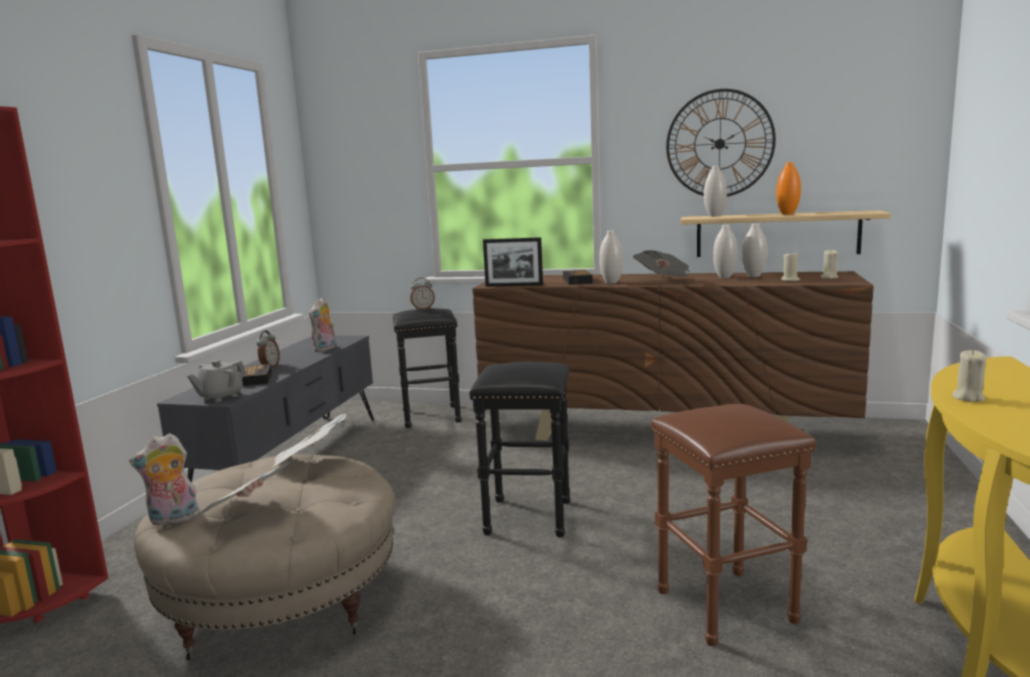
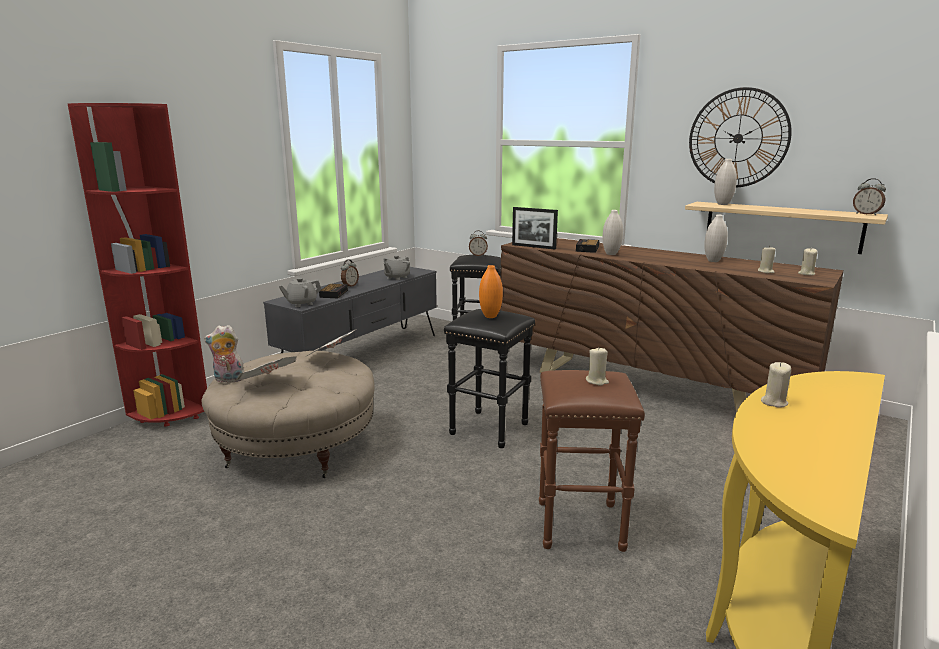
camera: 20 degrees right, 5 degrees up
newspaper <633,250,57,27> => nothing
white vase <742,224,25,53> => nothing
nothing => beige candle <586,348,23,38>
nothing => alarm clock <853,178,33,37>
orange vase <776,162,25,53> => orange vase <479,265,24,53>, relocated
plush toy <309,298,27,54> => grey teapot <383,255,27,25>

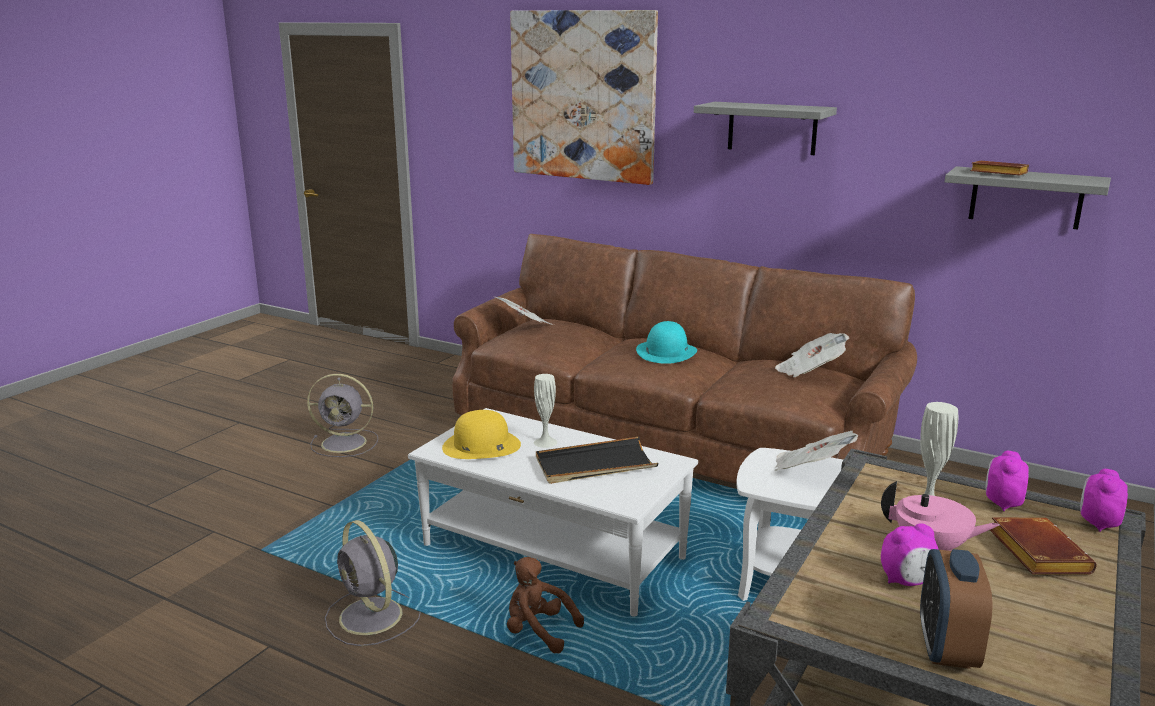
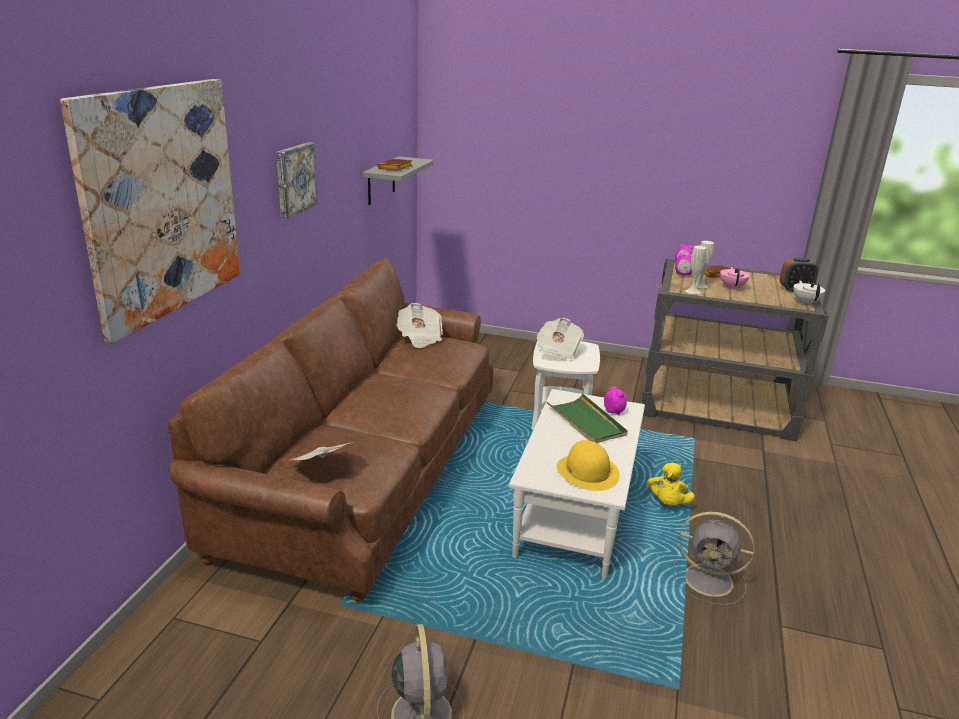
camera: 105 degrees left, 5 degrees up
turquoise hat <636,321,61,43> => nothing
nothing => white teapot <793,280,32,25>
white vase <534,374,23,74> => white vase <685,246,22,48>, relocated
alarm clock <881,523,57,63> => alarm clock <604,387,23,28>, relocated
grey shelf <694,102,143,53> => picture <276,142,41,76>
brown plush toy <507,557,77,96> => yellow plush toy <647,462,48,43>
black tray <536,437,122,47> => green tray <547,393,81,50>
grey fan <325,520,96,126> => grey fan <673,512,82,93>, 75 degrees clockwise

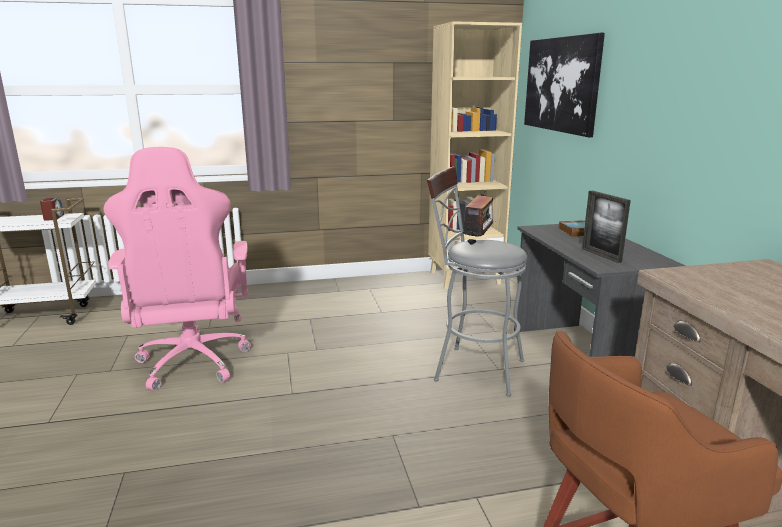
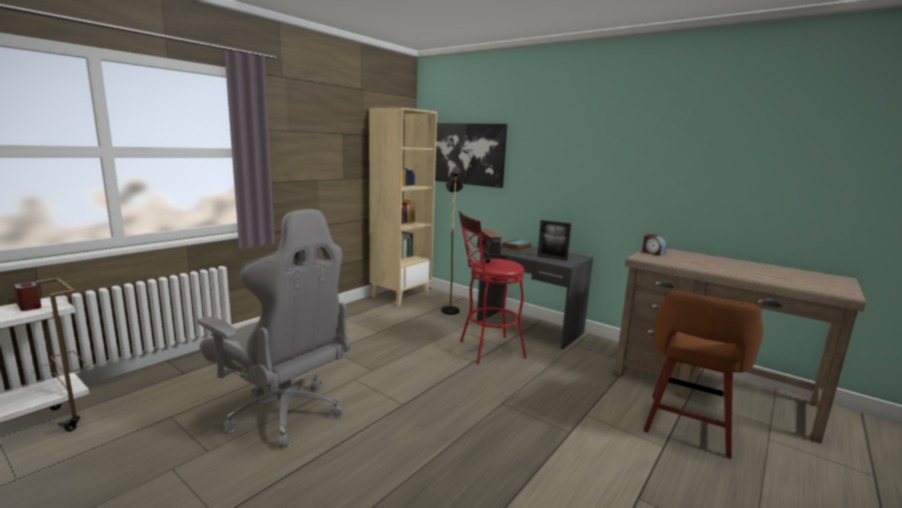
camera: 40 degrees left, 5 degrees down
nothing => black floor lamp <441,167,23,148>
nothing => alarm clock <642,234,25,22>
pink office chair <103,147,148,244> => grey office chair <197,209,154,239>
grey stool <427,167,100,229> => red stool <459,211,68,153>

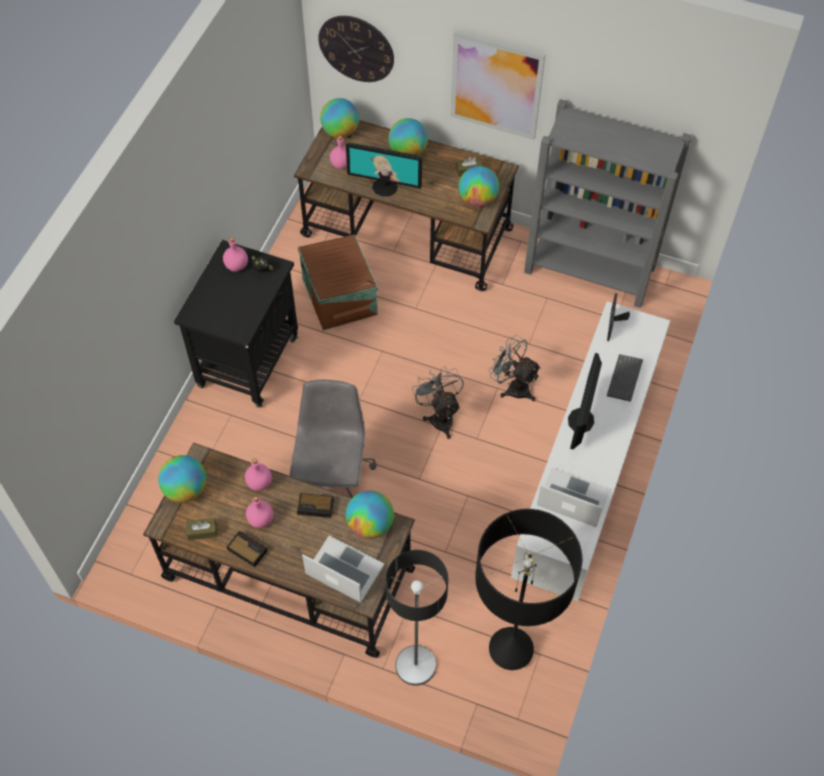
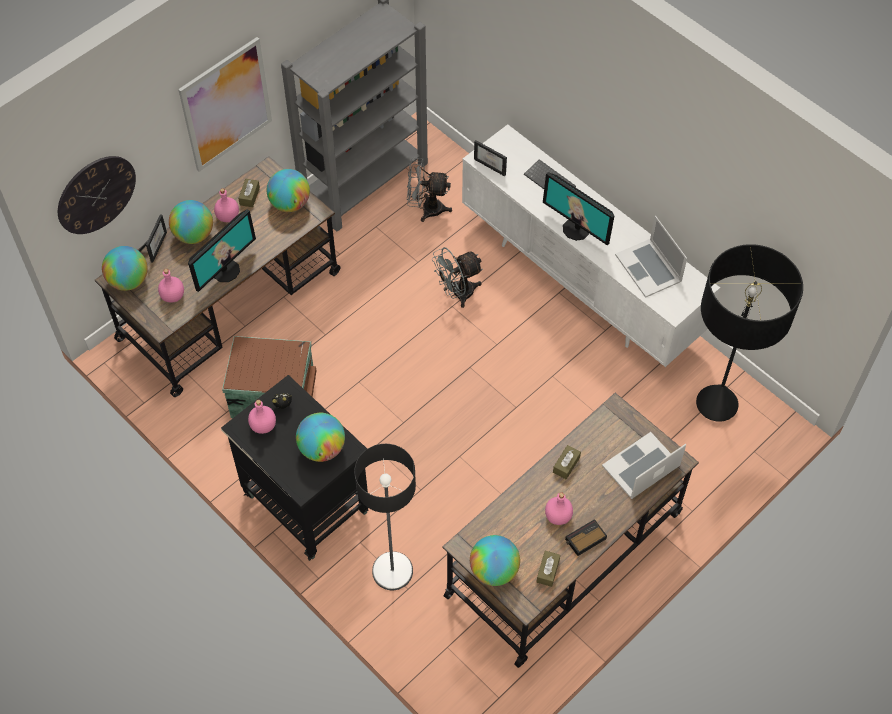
camera: 65 degrees left, 0 degrees up
grey office chair <289,380,88,118> => nothing
nothing => picture frame <138,214,29,49>
pink bottle <245,459,27,32> => pink bottle <214,188,25,34>, relocated
globe <346,490,48,49> => globe <296,413,49,49>, relocated
floor lamp <386,550,62,136> => floor lamp <354,444,62,146>, relocated
grey fan <412,366,52,73> => grey fan <407,158,45,64>, relocated
alarm clock <297,493,37,25> => brown tissue box <553,445,28,34>
laptop <537,468,74,59> => laptop <615,216,72,82>, 75 degrees counterclockwise

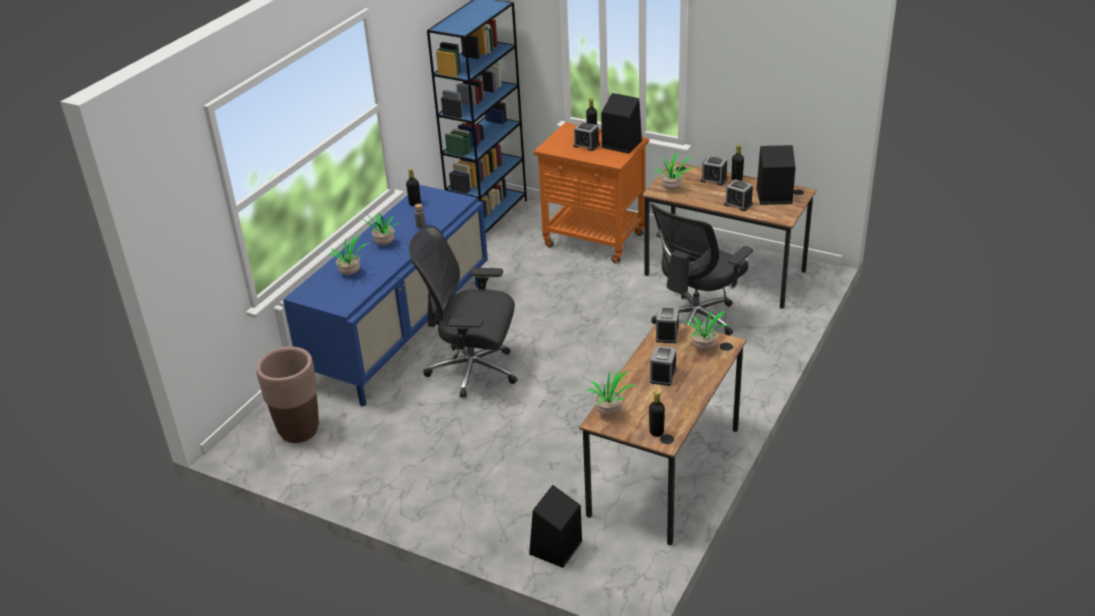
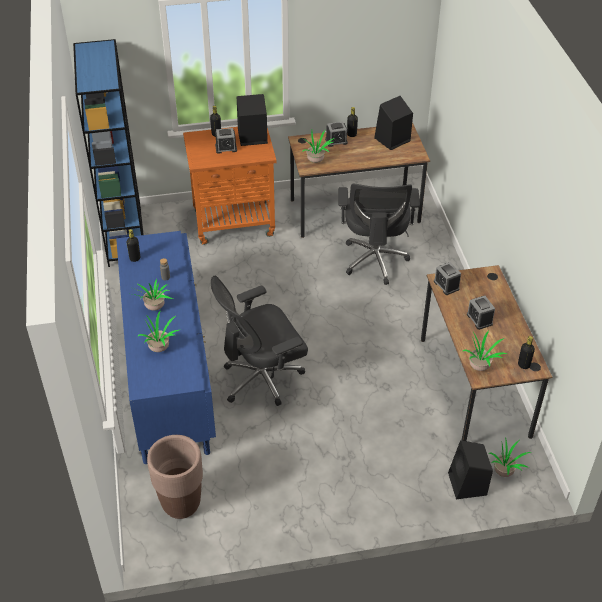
camera: 40 degrees left, 10 degrees up
alarm clock <724,179,29,32> => nothing
potted plant <684,310,45,41> => potted plant <489,437,42,40>, relocated

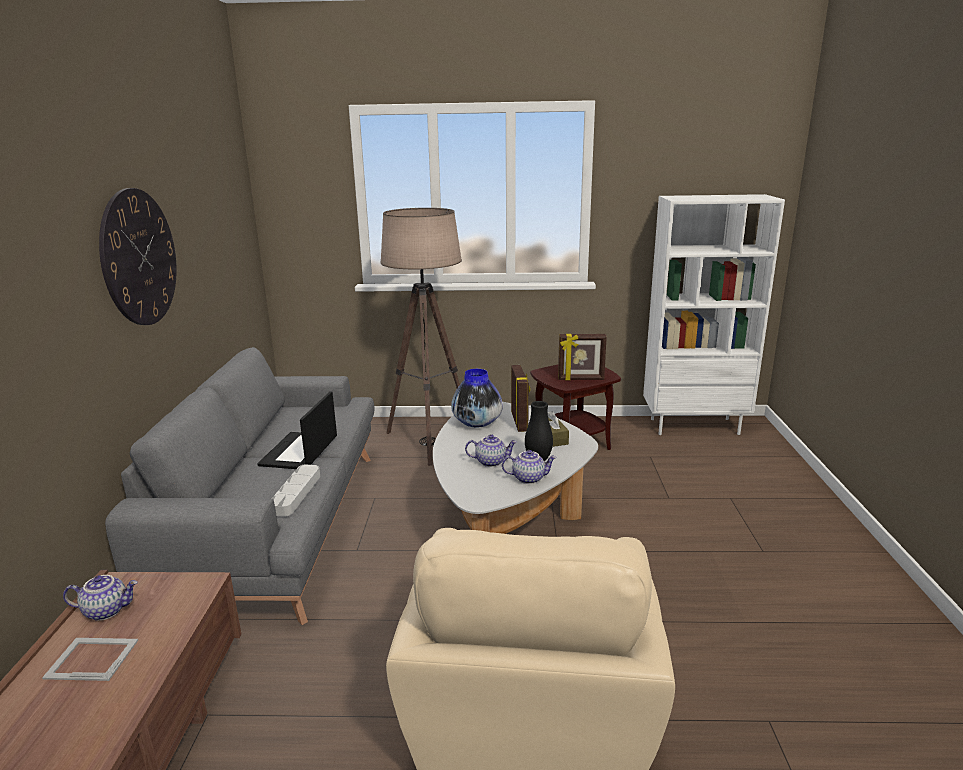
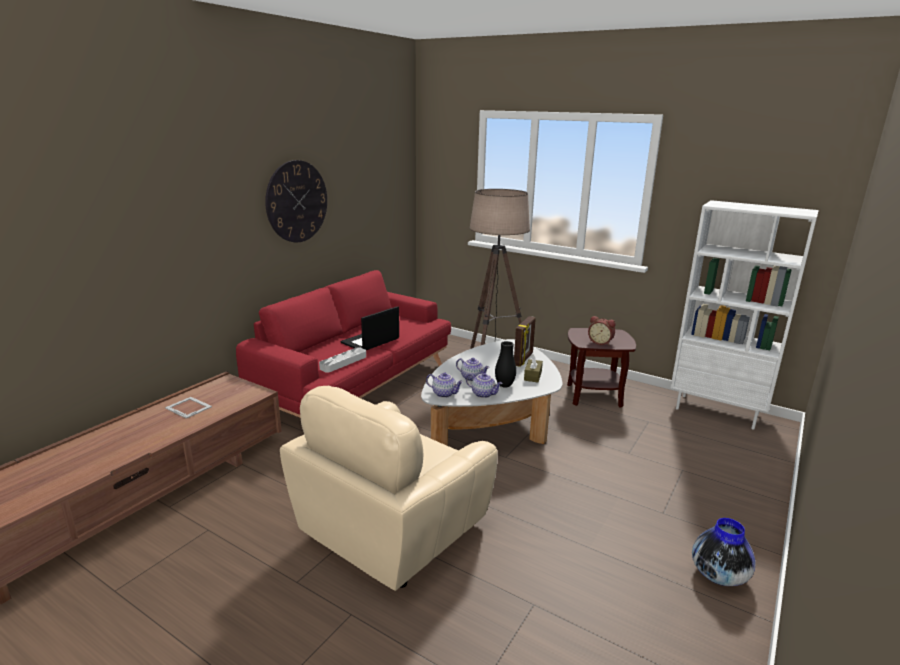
camera: 30 degrees right, 0 degrees up
teapot <63,575,75,46> => teapot <426,372,37,26>, relocated
vase <451,369,52,59> => vase <692,518,64,68>, relocated
picture frame <558,334,49,46> => alarm clock <588,316,28,29>
grey sofa <105,347,270,278> => red sofa <236,270,215,148>

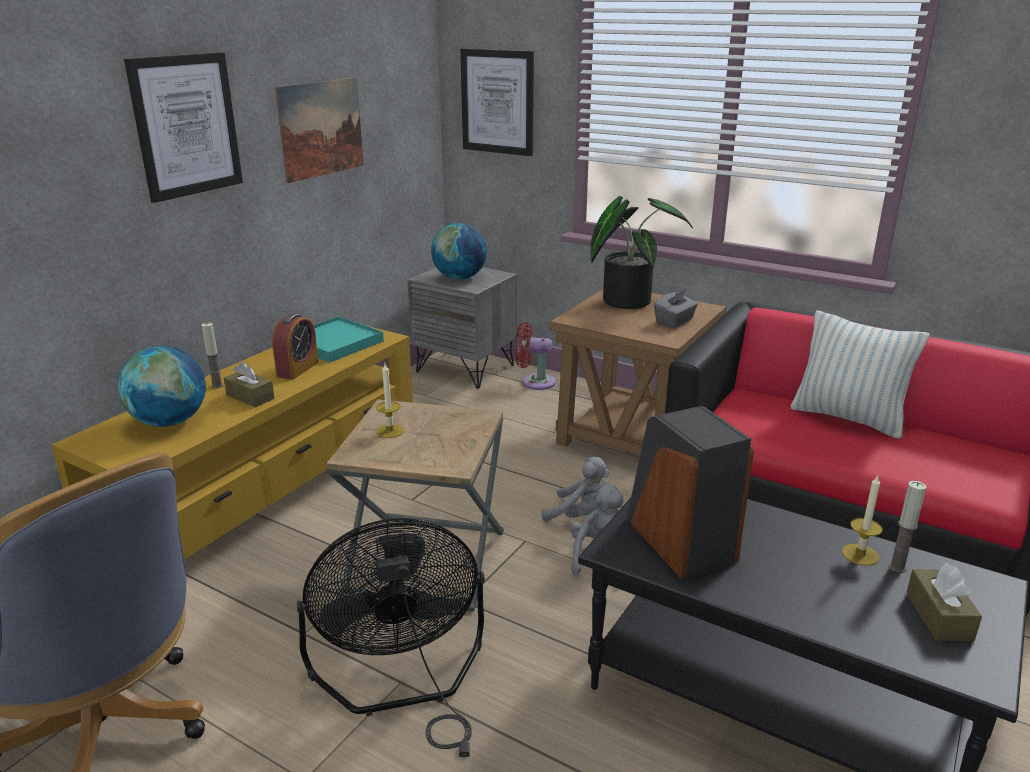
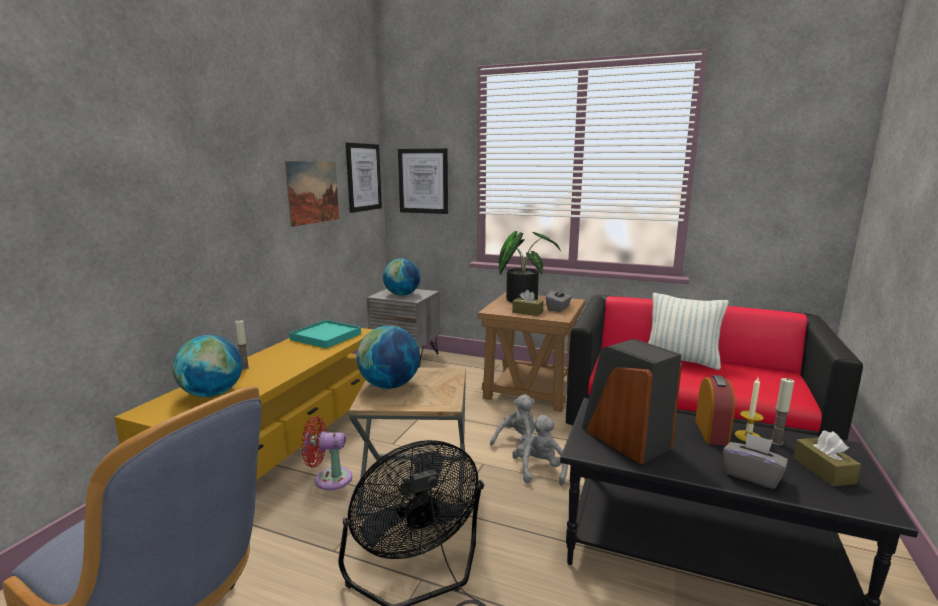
camera: 10 degrees left, 10 degrees down
nothing => grey tissue box <723,433,65,56>
picture <124,52,119,151> => picture <346,143,36,70>, relocated
brown tissue box <224,362,51,45> => brown tissue box <512,290,32,26>, relocated
alarm clock <272,313,47,67> => alarm clock <695,375,40,71>, relocated
red fan <515,322,41,68> => red fan <302,416,50,74>, relocated
candle <376,364,28,74> => globe <357,326,63,63>
grey plush toy <542,457,67,65> => grey plush toy <490,394,45,65>, 60 degrees counterclockwise

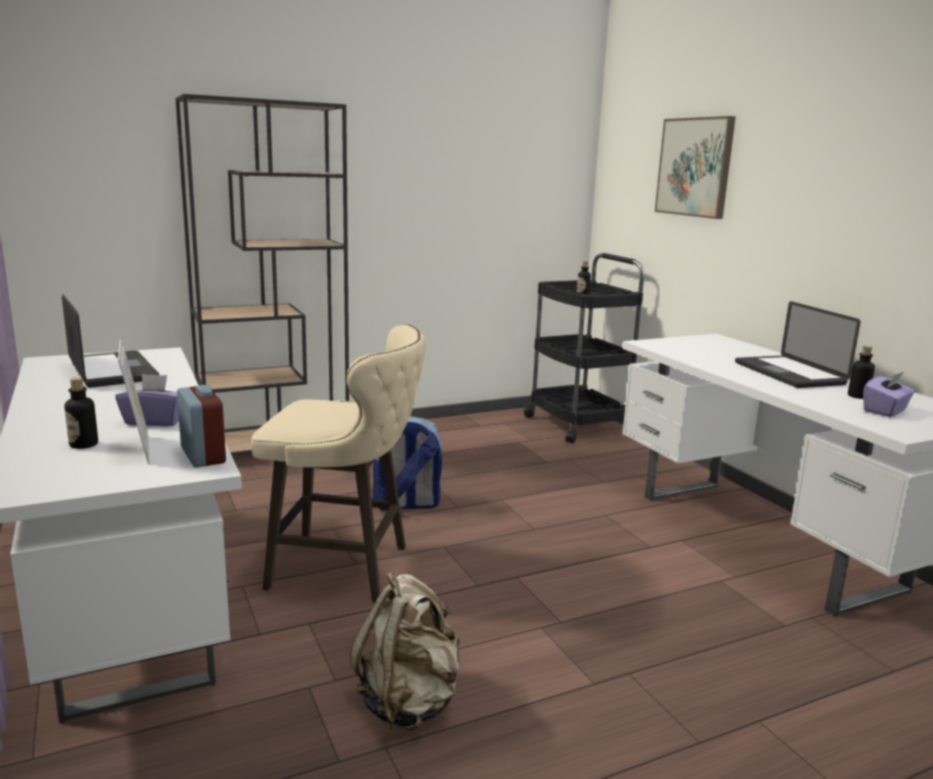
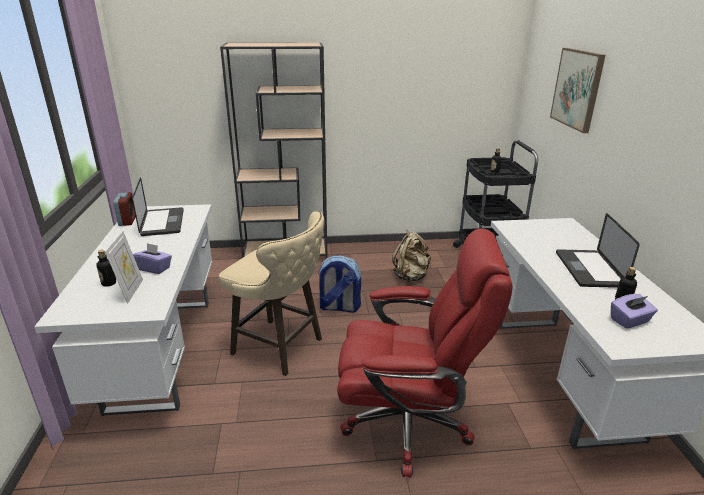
camera: 20 degrees right, 10 degrees up
nothing => red office chair <337,229,175,249>
alarm clock <177,384,49,84> => alarm clock <113,192,22,34>, relocated
beige backpack <350,572,110,159> => beige backpack <392,229,39,53>, relocated

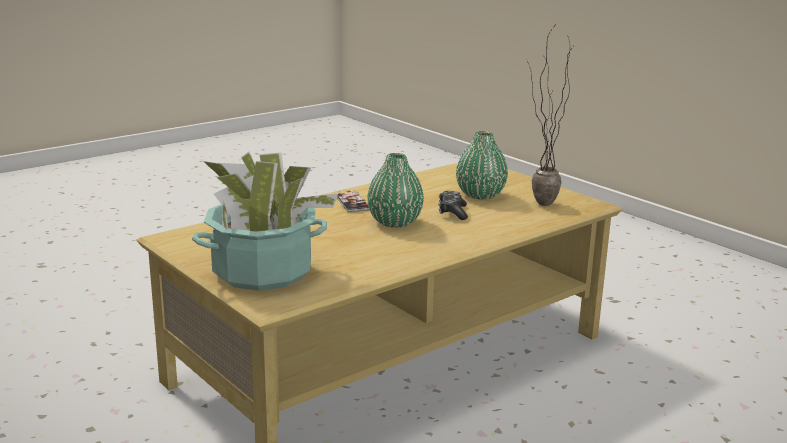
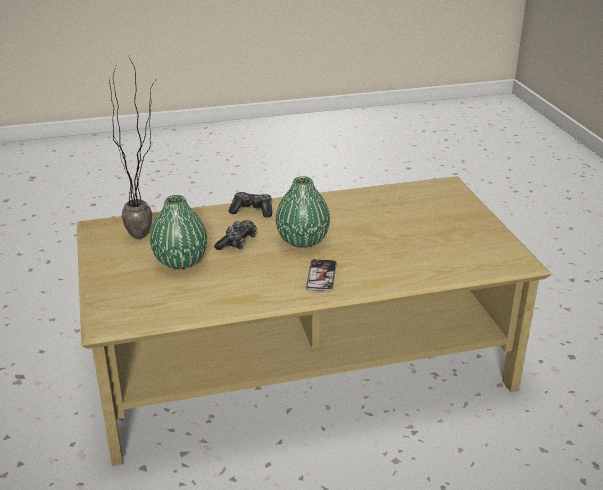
camera: 155 degrees left, 10 degrees up
potted plant <192,152,146,139> => nothing
nothing => game controller <229,192,43,26>

